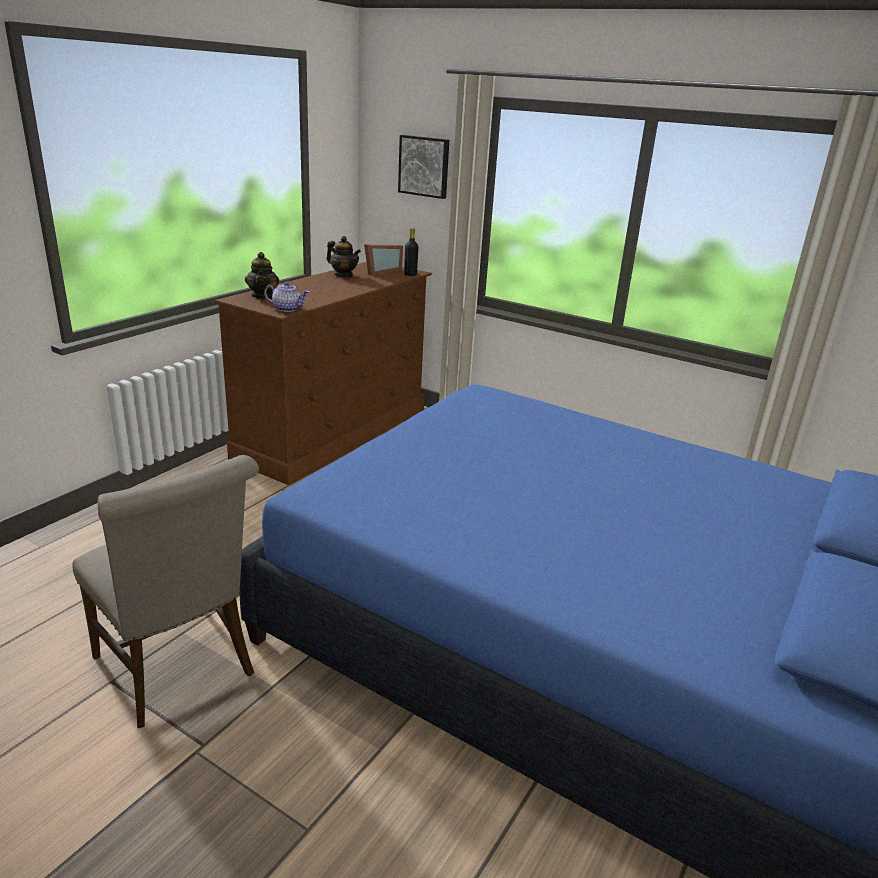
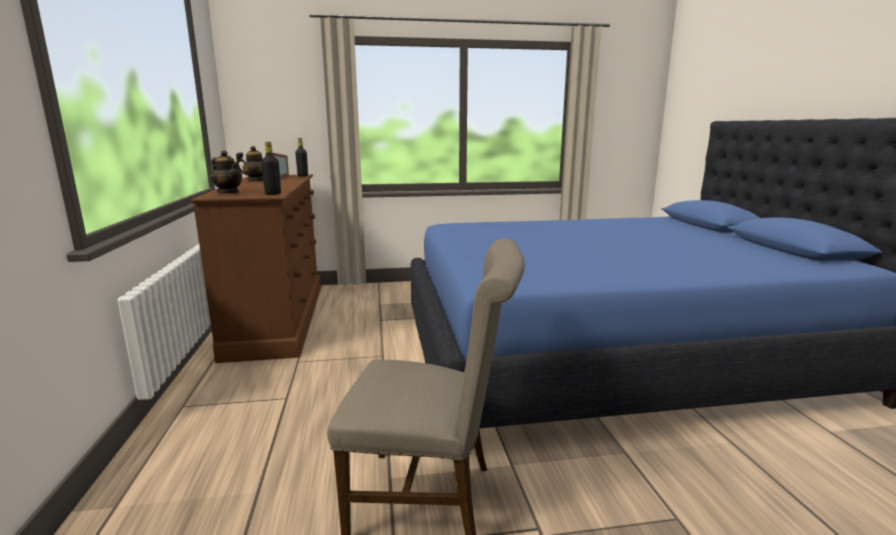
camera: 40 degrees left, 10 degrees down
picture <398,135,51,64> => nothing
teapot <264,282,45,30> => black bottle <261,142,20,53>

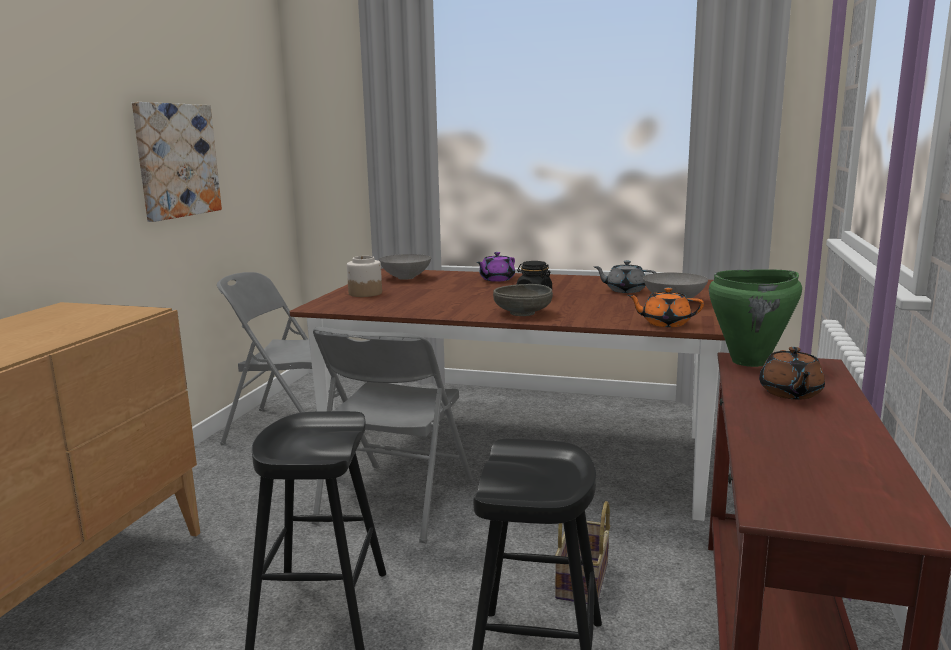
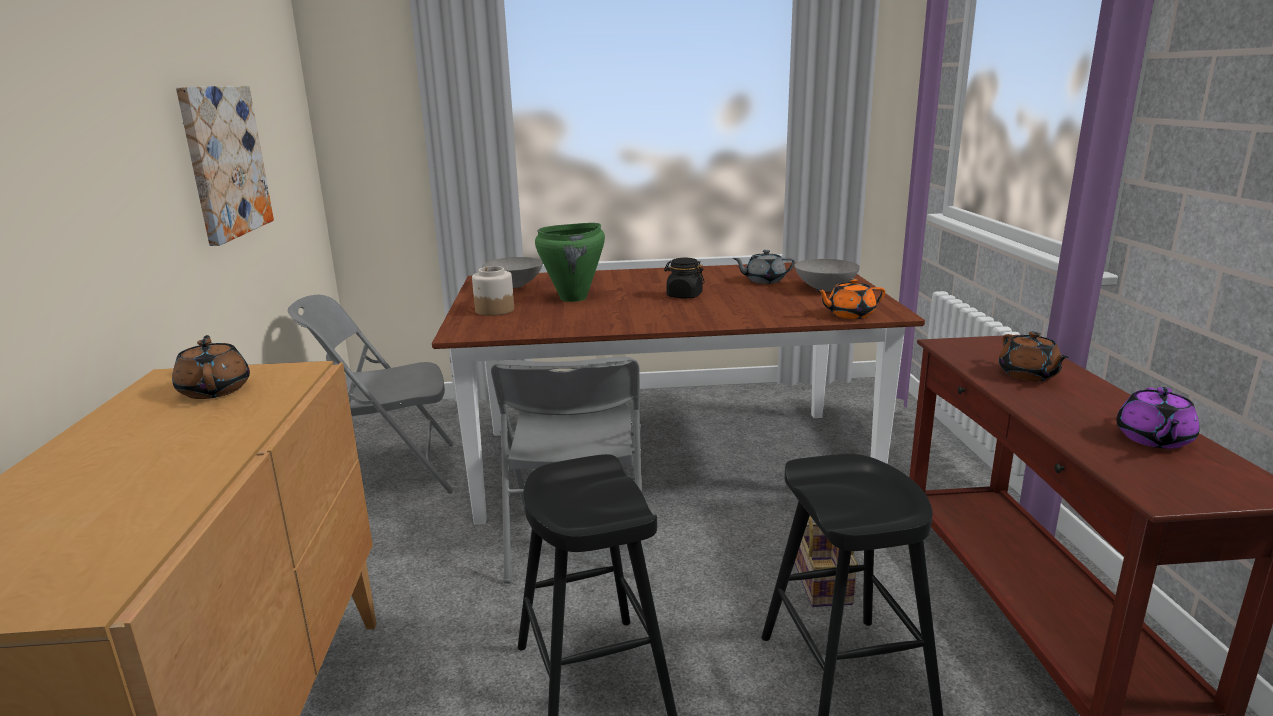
camera: 20 degrees left, 5 degrees up
grey bowl <493,284,60,32> => nothing
nothing => brown teapot <172,335,78,64>
purple teapot <477,252,38,30> => purple teapot <1116,387,83,62>, relocated
green cooking pot <709,270,93,97> => green cooking pot <535,223,70,79>, relocated

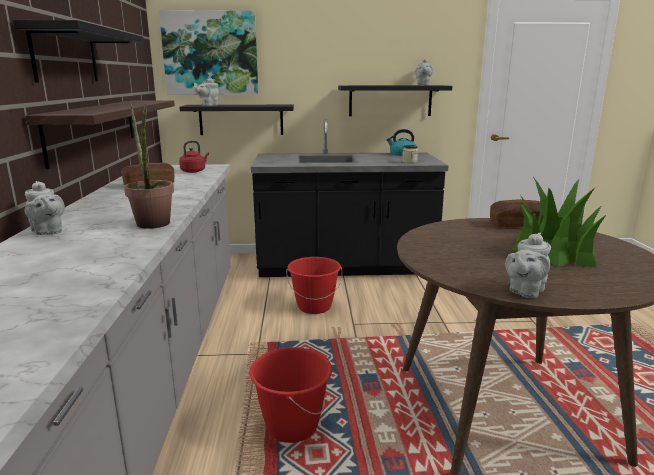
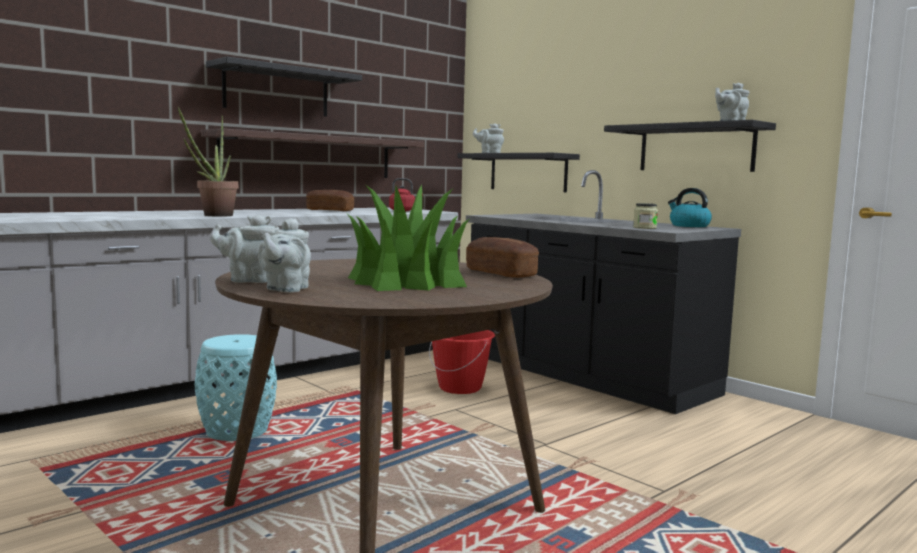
camera: 50 degrees right, 10 degrees down
picture <159,10,100,85> => nothing
grey teapot <25,181,40,54> => grey teapot <258,218,53,75>, relocated
red bucket <249,347,83,96> => turquoise stool <195,334,82,107>

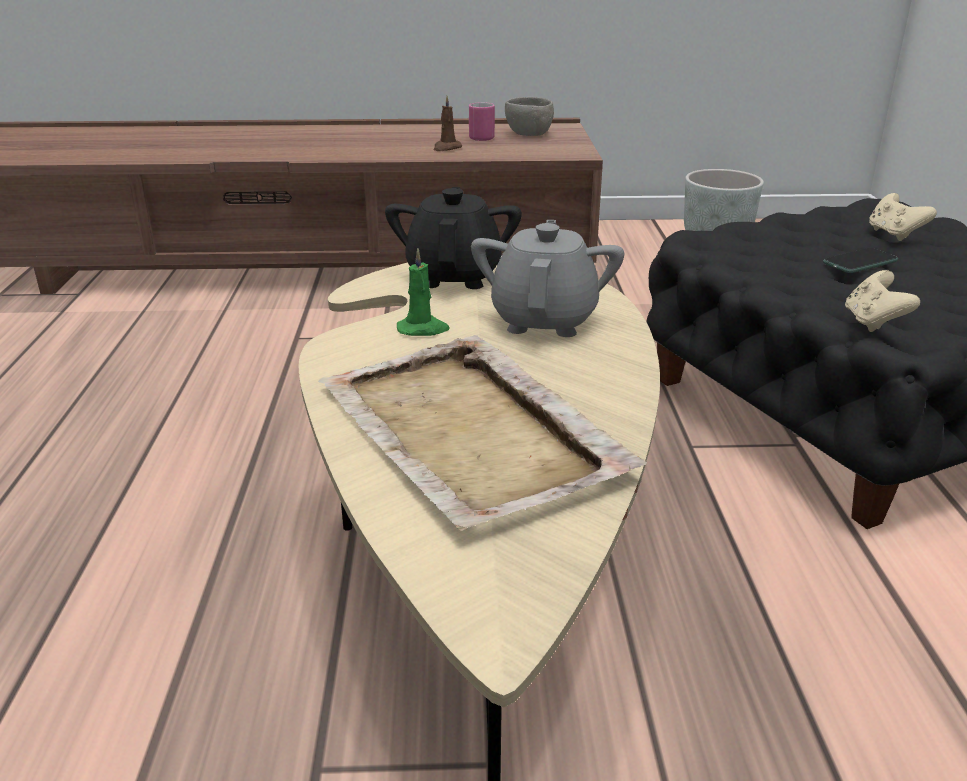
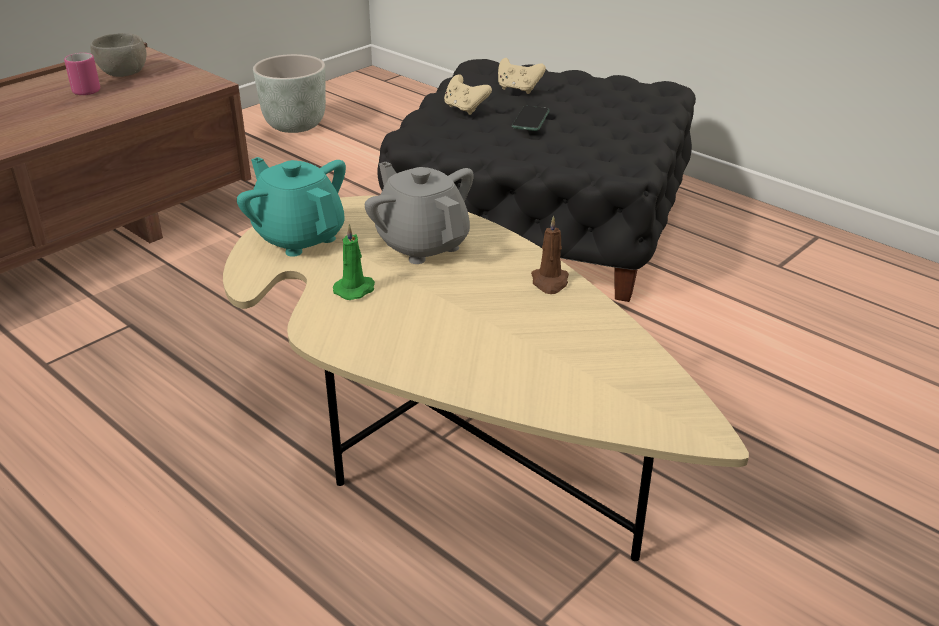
camera: 45 degrees left, 5 degrees up
beige tray <318,335,329,196> => nothing
brown candle <433,96,29,55> => brown candle <531,215,38,79>, relocated
beige game controller <845,270,75,62> => beige game controller <444,74,48,41>, relocated
black teapot <385,187,137,102> => turquoise teapot <237,157,109,100>

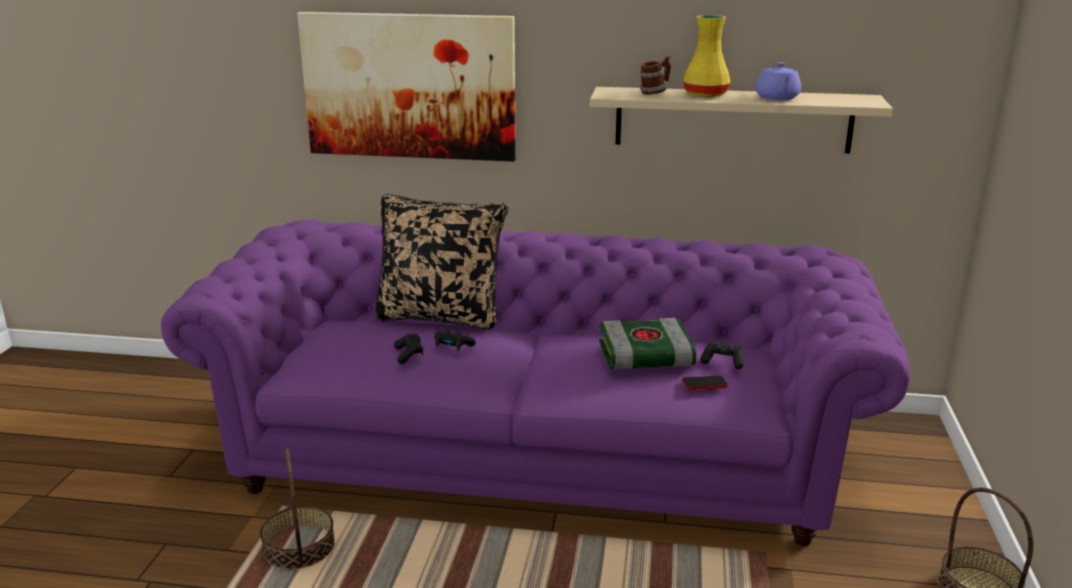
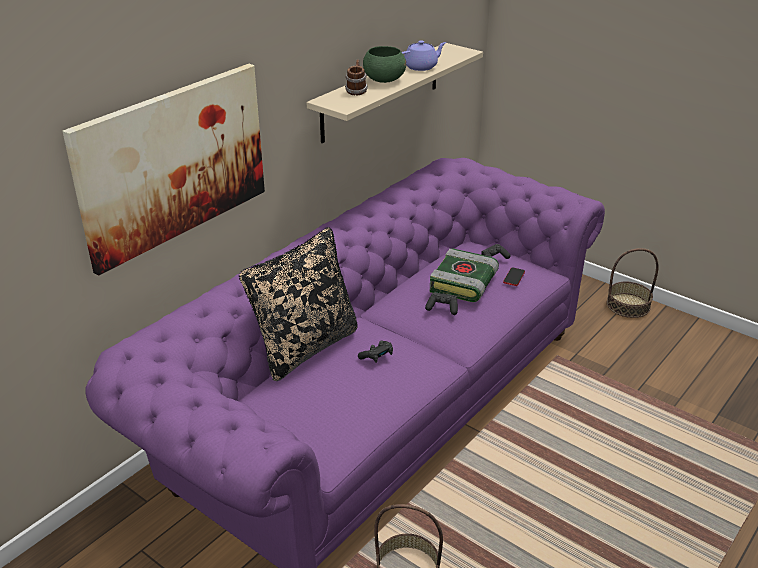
camera: 60 degrees left, 10 degrees up
black game controller <394,333,29,31> => black game controller <425,292,33,23>, relocated
yellow vase <683,15,48,82> => green bowl <363,46,43,37>
purple teapot <755,62,46,38> => purple teapot <402,40,44,31>, 60 degrees counterclockwise

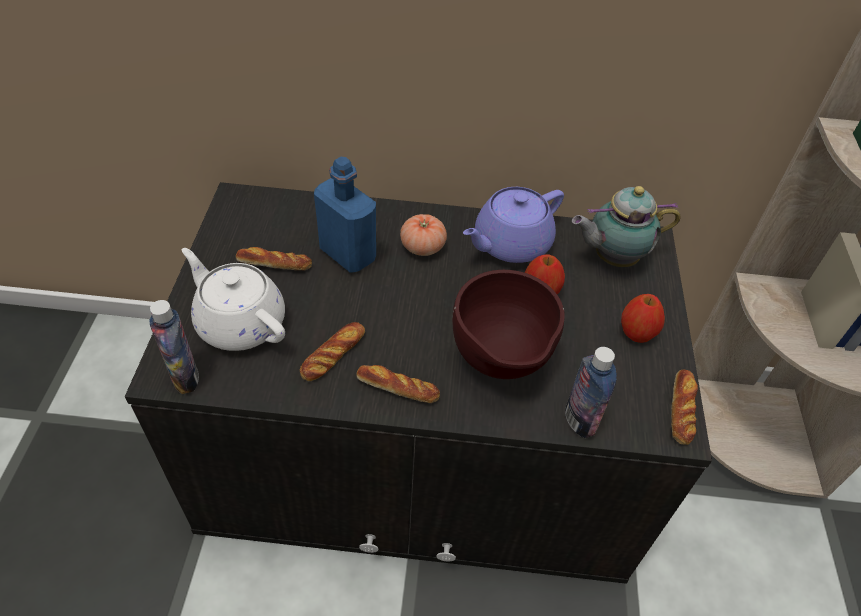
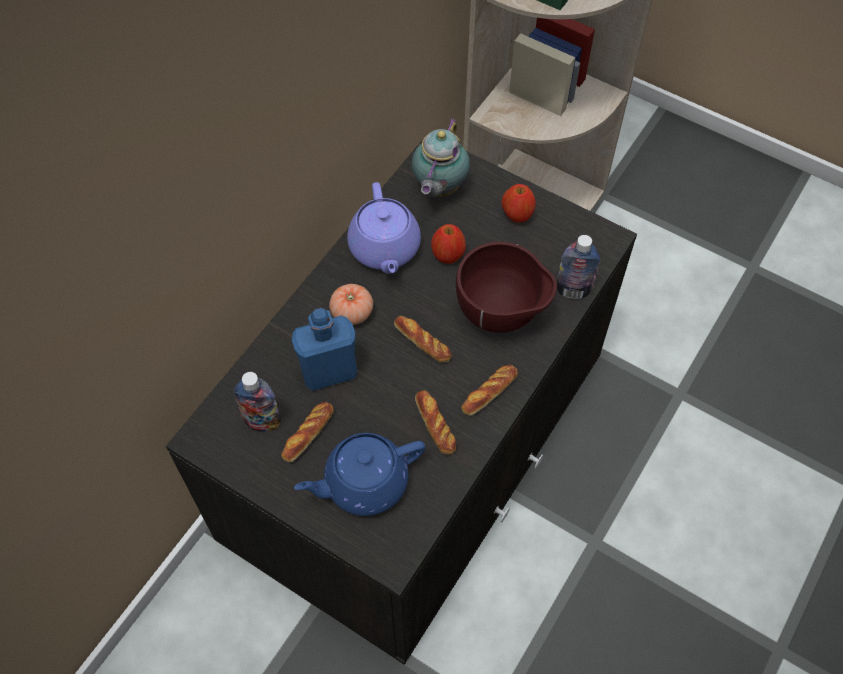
camera: 60 degrees left, 10 degrees up
bottle <149,300,50,94> => bottle <234,372,47,60>, relocated
bread <671,370,27,75> => bread <394,316,58,47>, relocated
white teapot <182,248,103,103> => blue teapot <294,433,131,83>

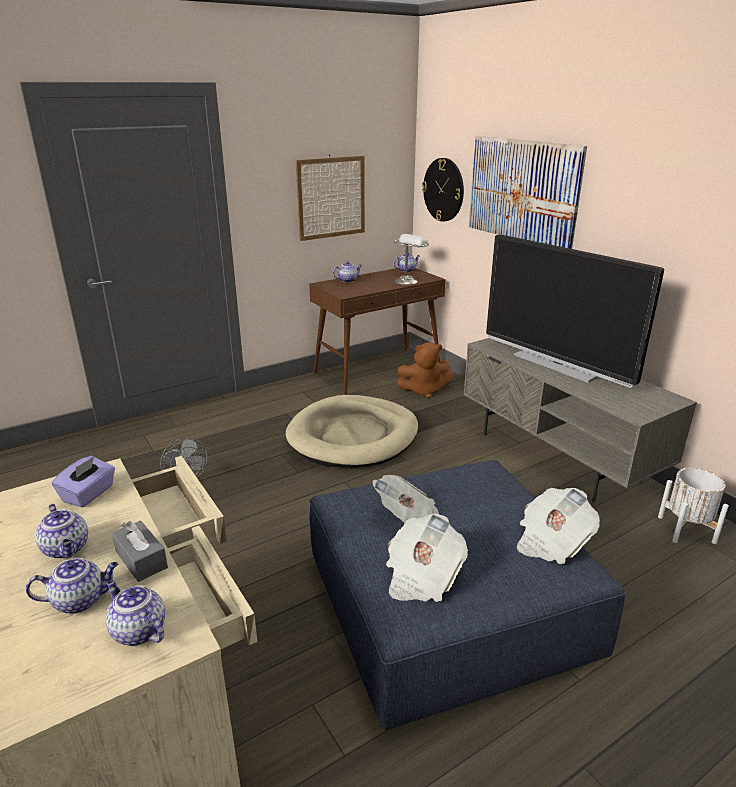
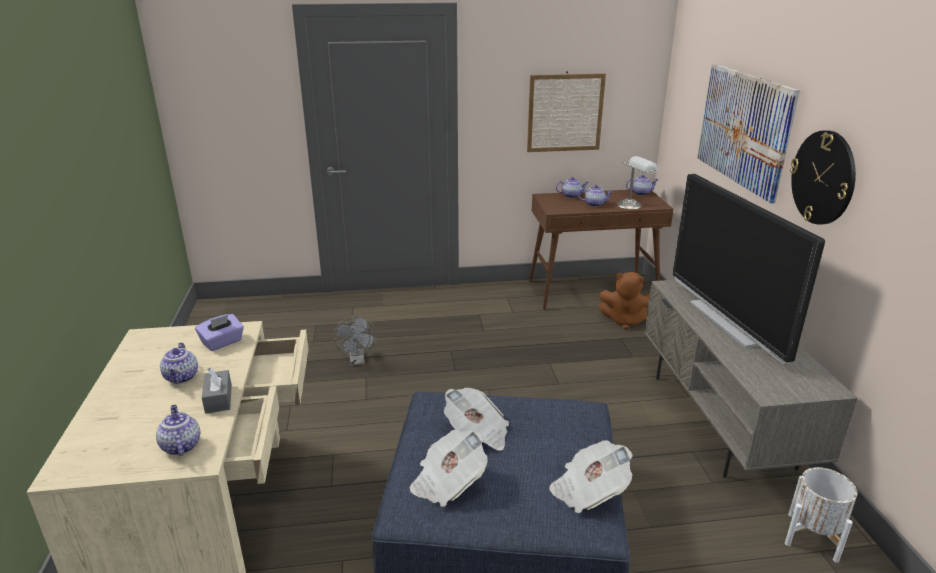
camera: 25 degrees right, 0 degrees up
beige dog bed <285,395,133,73> => nothing
teapot <26,558,92,56> => teapot <578,185,35,22>, relocated
wall clock <422,158,42,63> => wall clock <790,130,66,95>, relocated

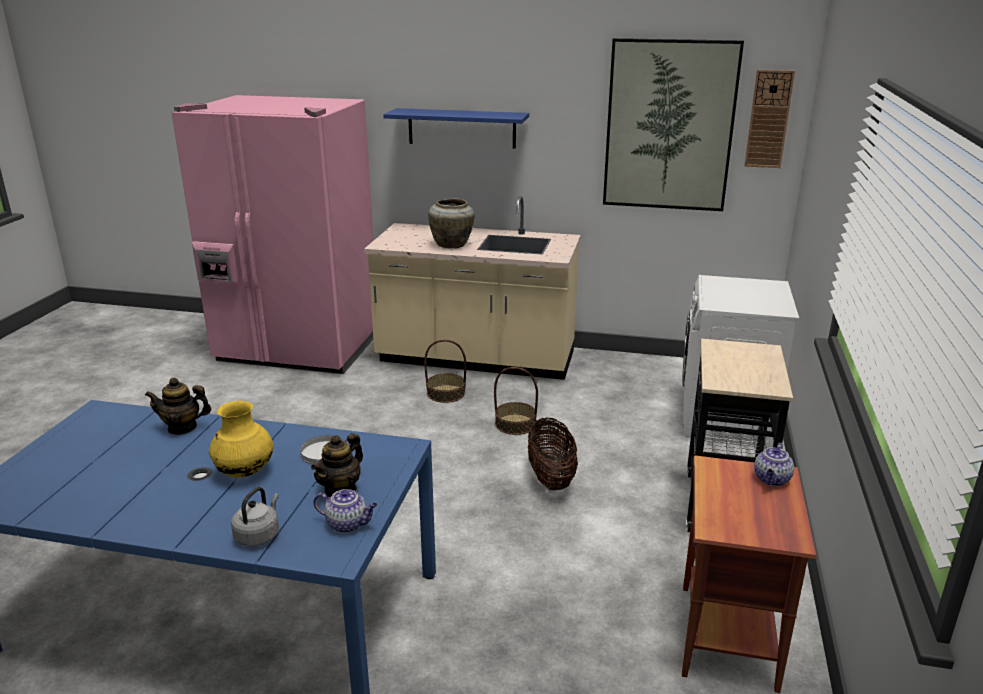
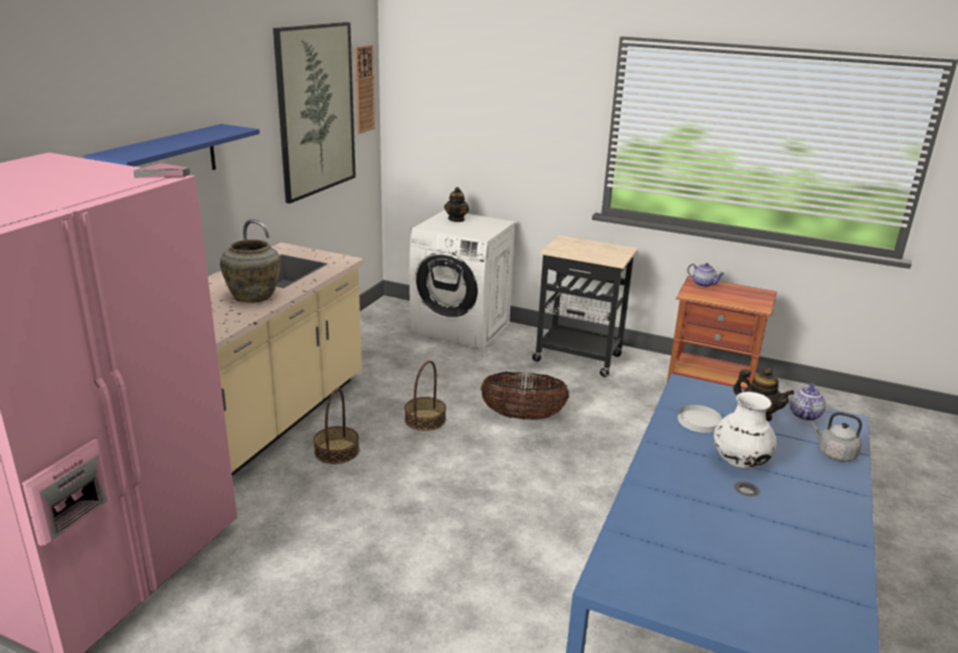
camera: 80 degrees left, 0 degrees up
teapot <145,378,66,57> => teapot <444,187,25,35>, relocated
yellow vase <209,401,64,77> => white vase <714,392,63,76>

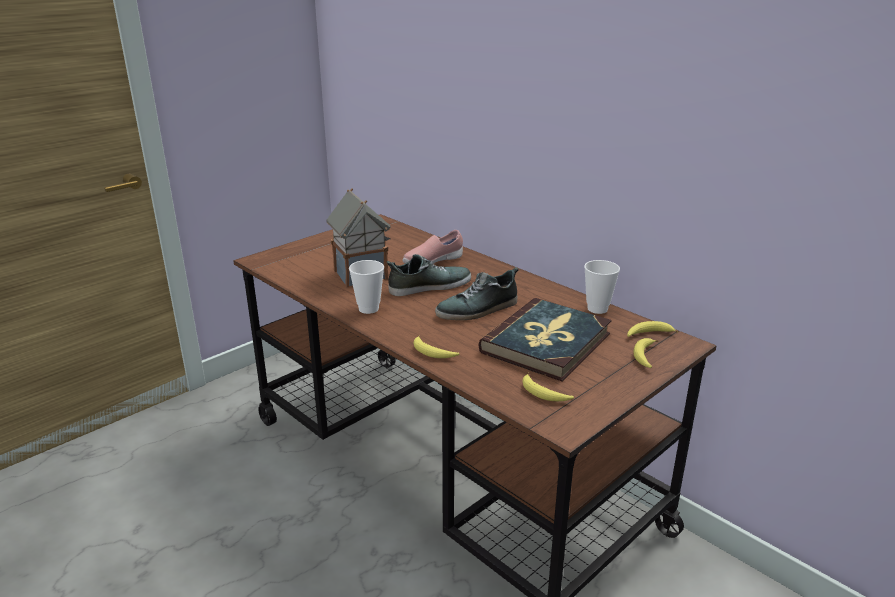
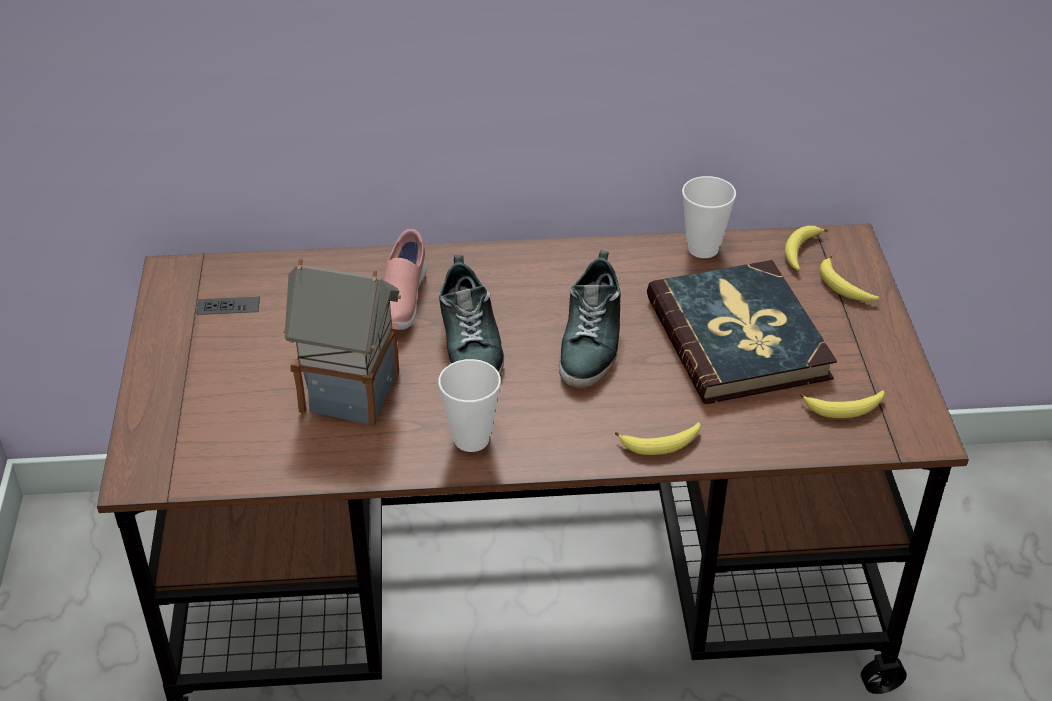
camera: 50 degrees left, 15 degrees up
shoe <387,254,84,42> => shoe <439,255,65,122>, 150 degrees clockwise

